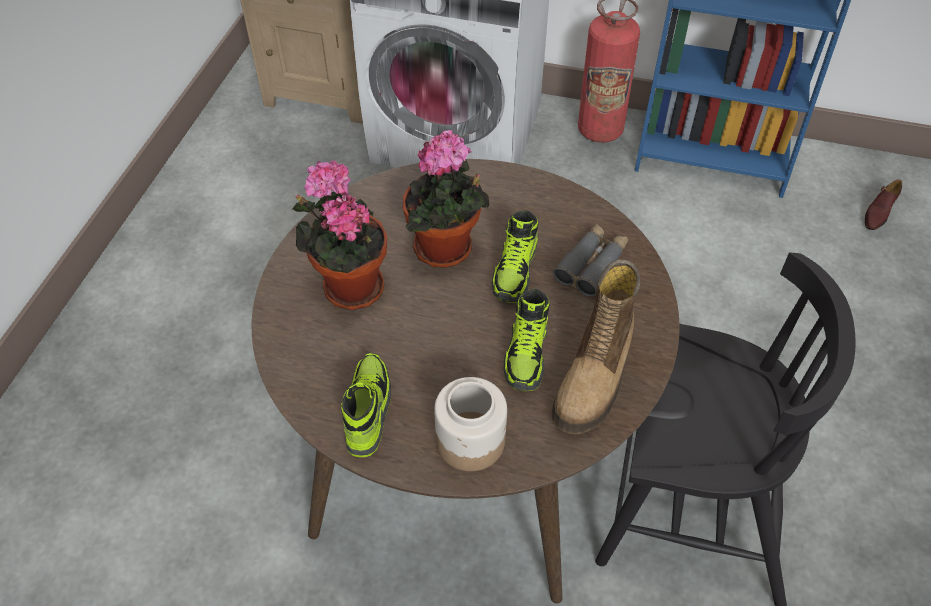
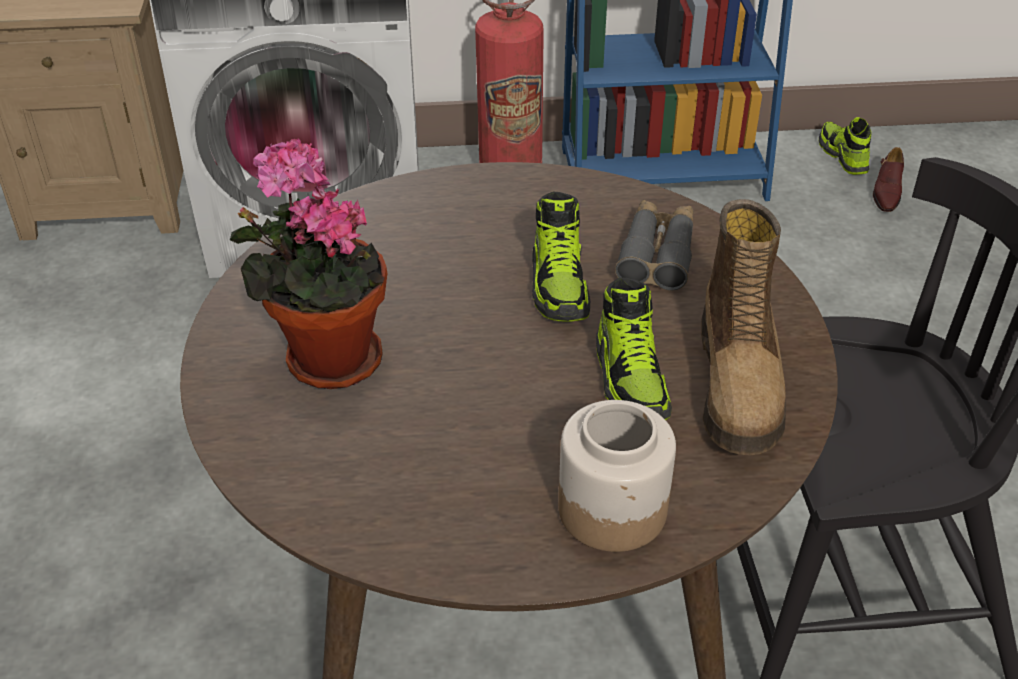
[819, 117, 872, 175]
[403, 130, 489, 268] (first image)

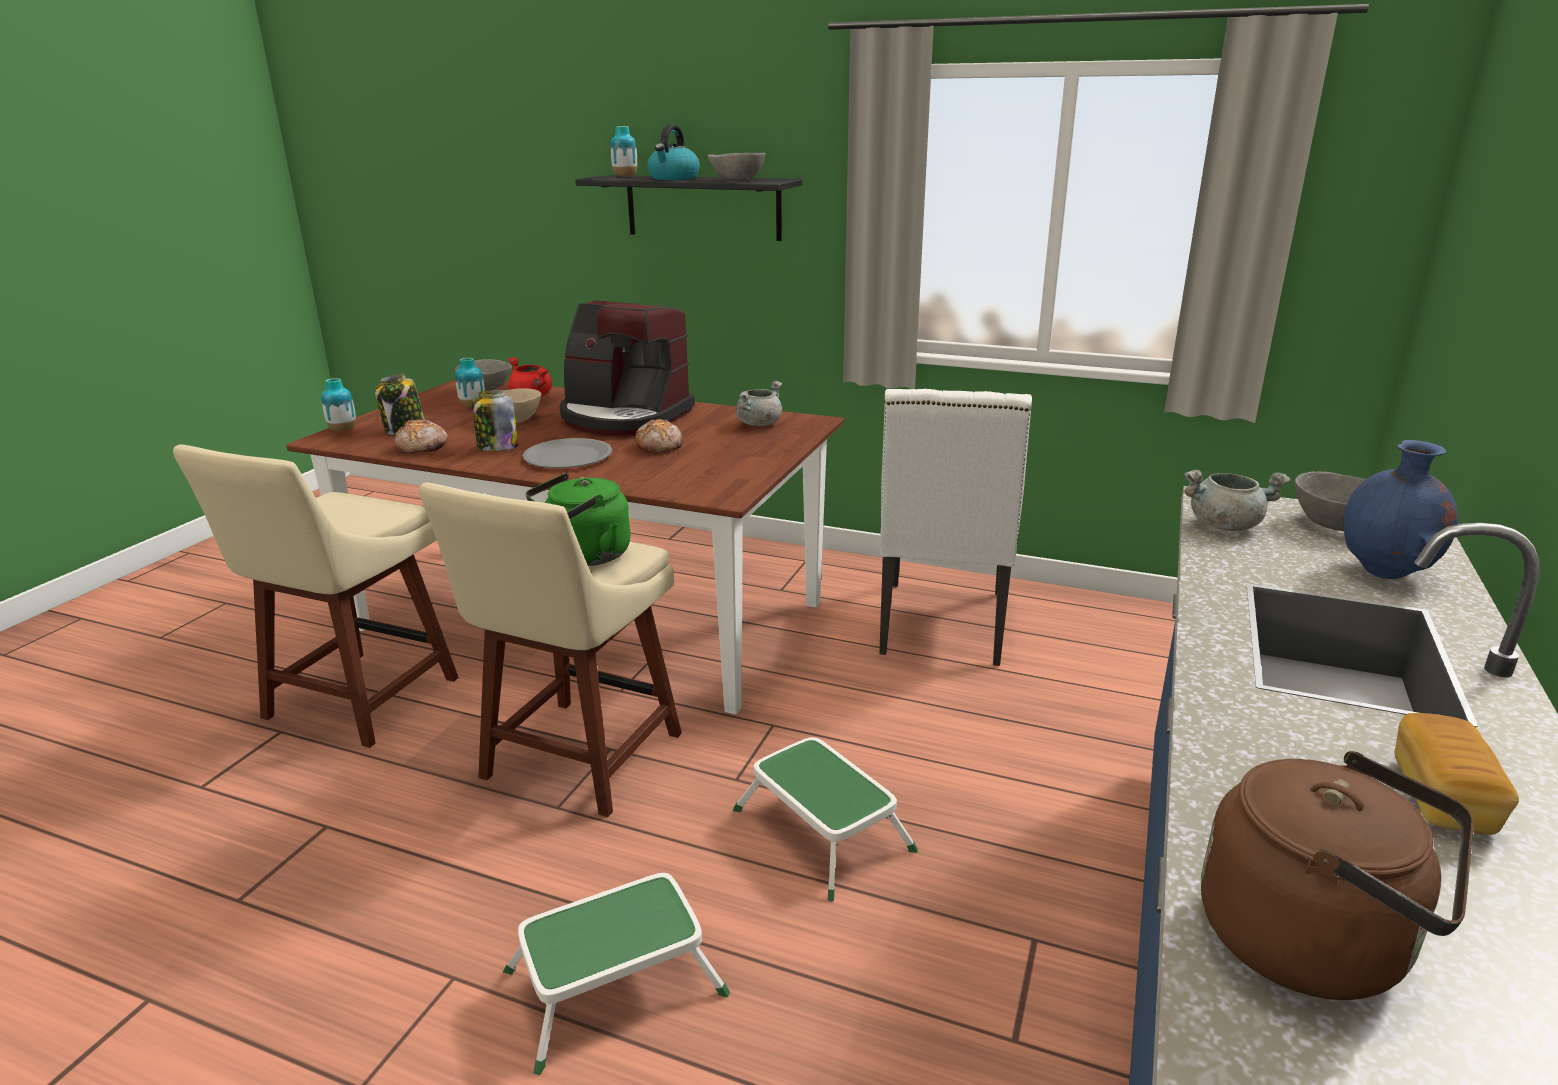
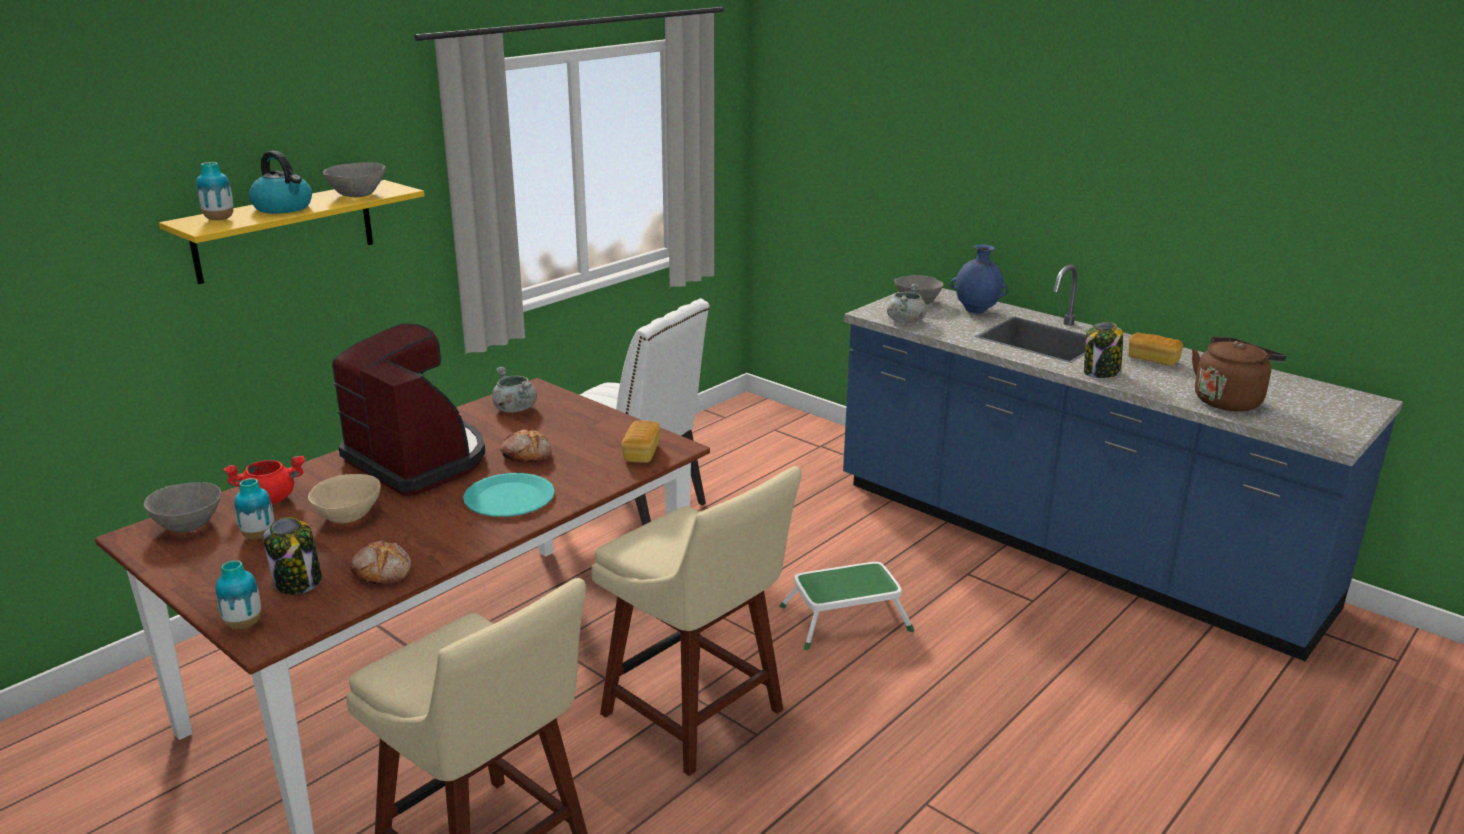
[159, 180, 424, 284]
[332, 323, 485, 496]
[463, 473, 555, 517]
[621, 421, 660, 463]
[1084, 322, 1123, 378]
[503, 873, 730, 1075] (first image)
[526, 473, 631, 566] (first image)

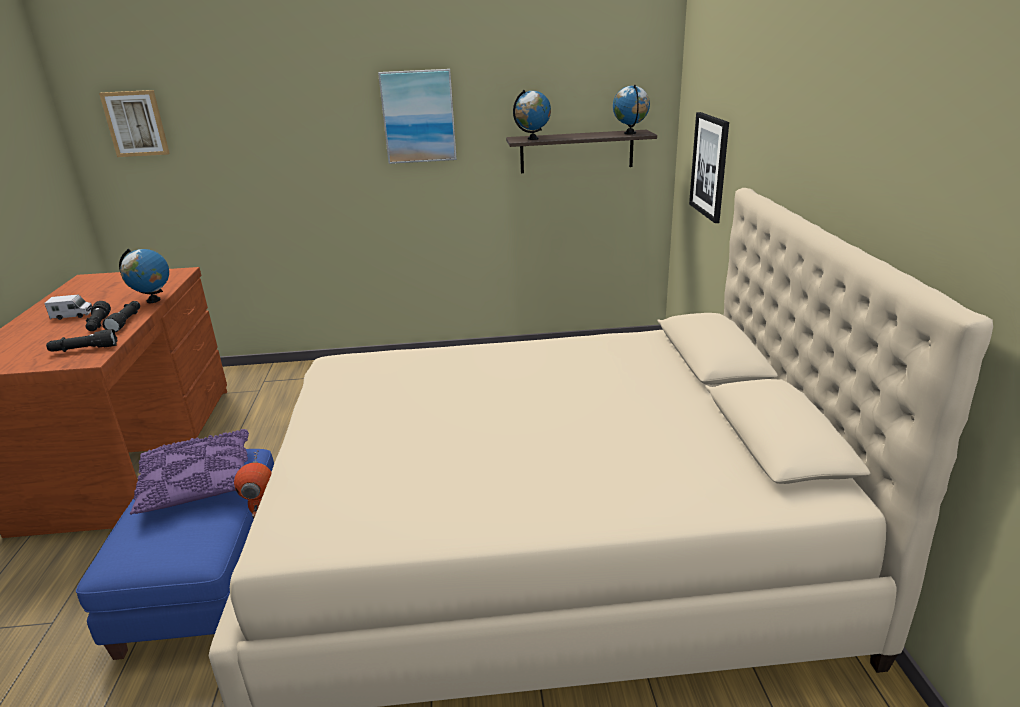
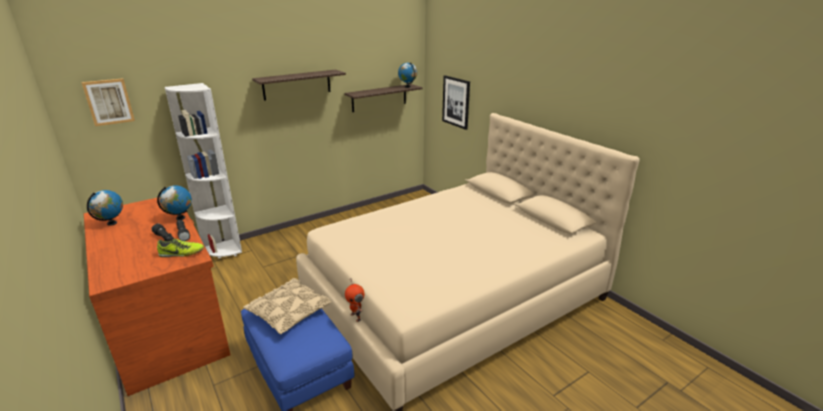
[87, 190, 123, 226]
[157, 239, 204, 257]
[165, 83, 242, 258]
[243, 278, 332, 335]
[252, 70, 346, 101]
[44, 295, 92, 320] (first image)

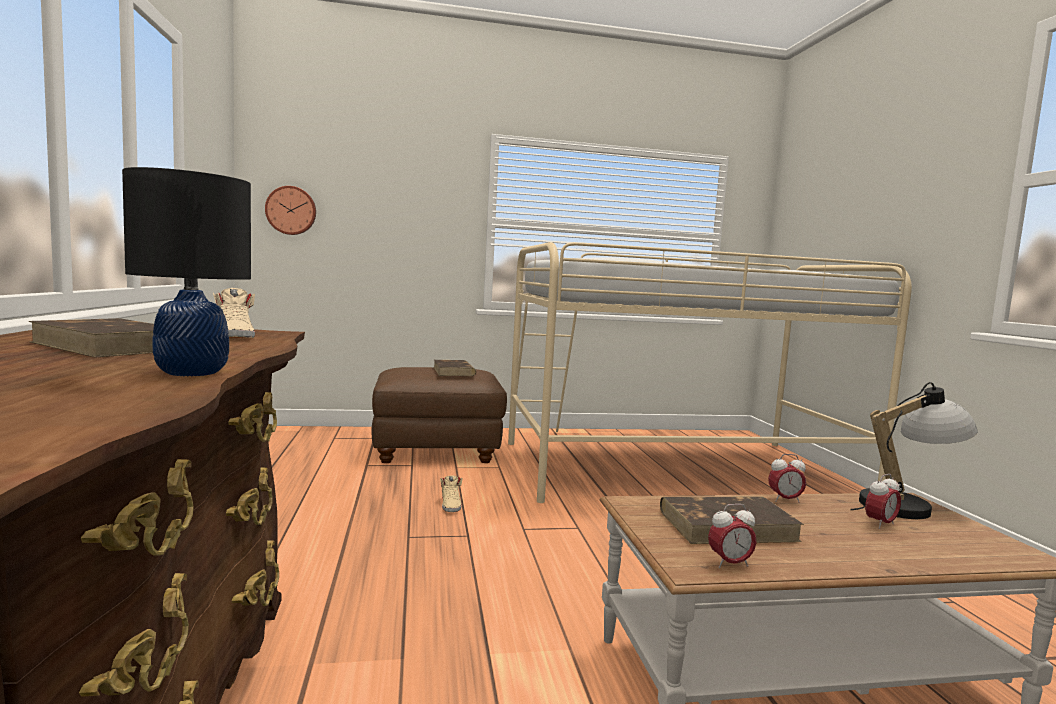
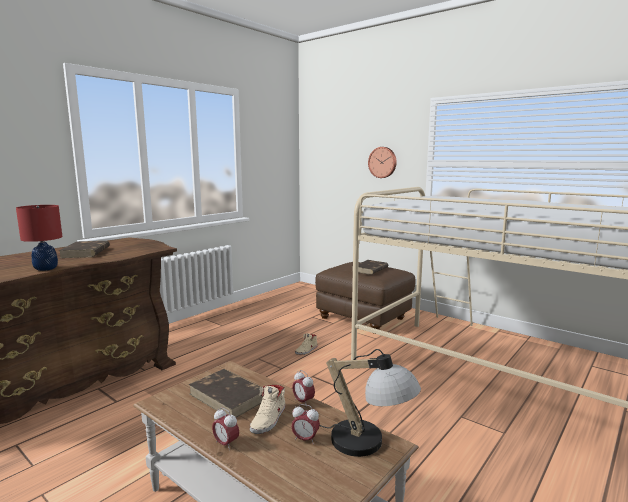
[16, 205, 62, 271]
[212, 407, 239, 451]
[250, 385, 285, 434]
[368, 147, 397, 178]

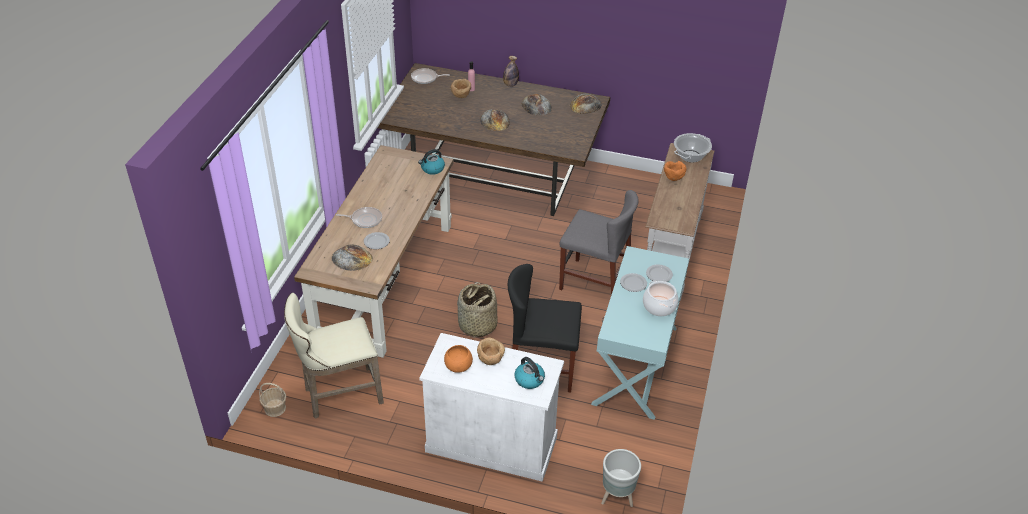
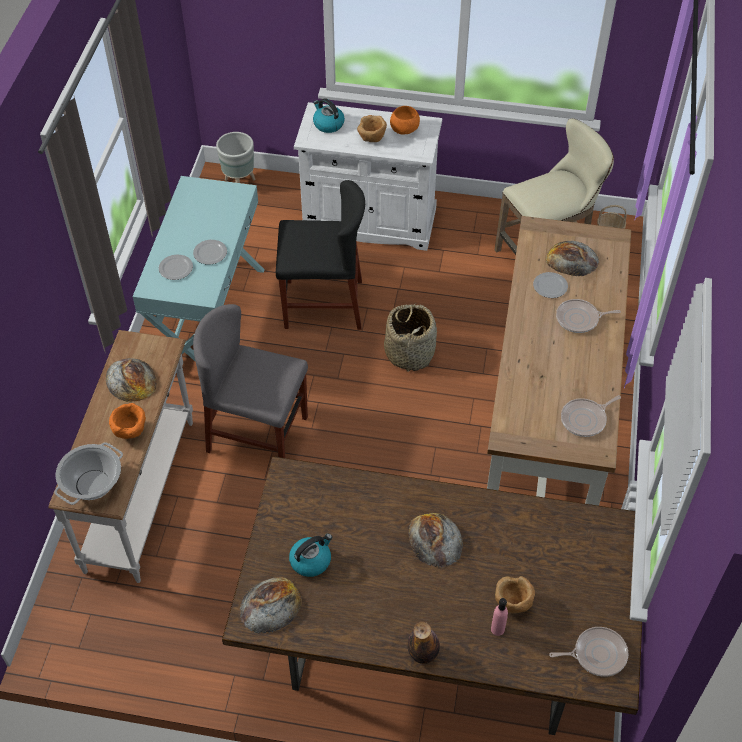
[106, 358, 156, 402]
[289, 534, 332, 577]
[561, 395, 621, 437]
[643, 281, 678, 316] (first image)

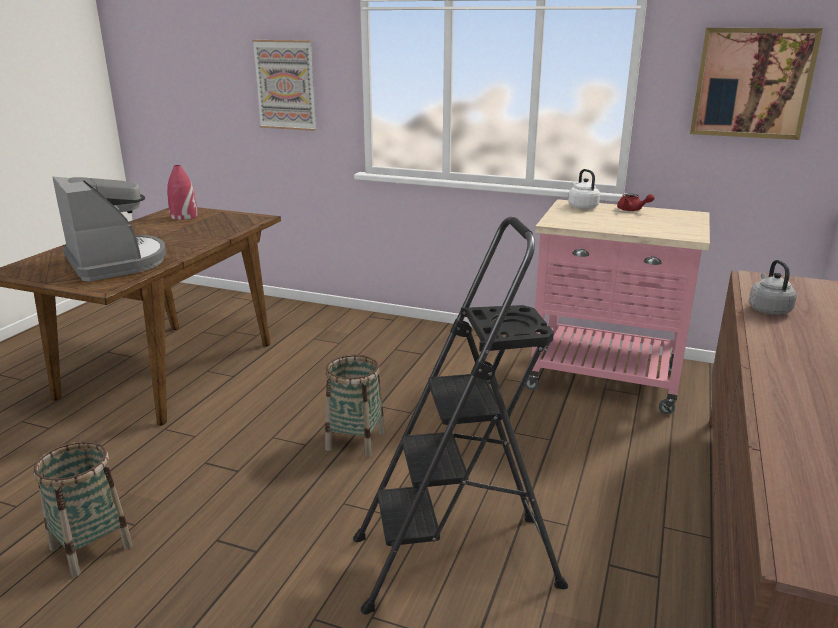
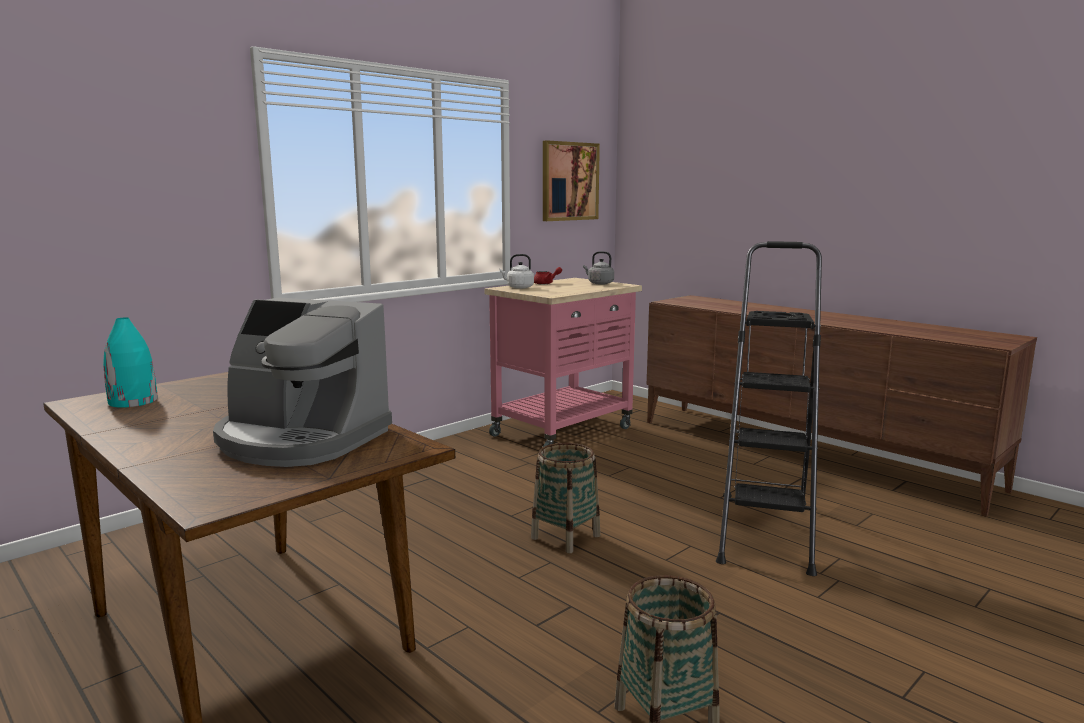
[103, 317, 158, 408]
[213, 297, 392, 467]
[583, 251, 614, 285]
[252, 40, 317, 131] (first image)

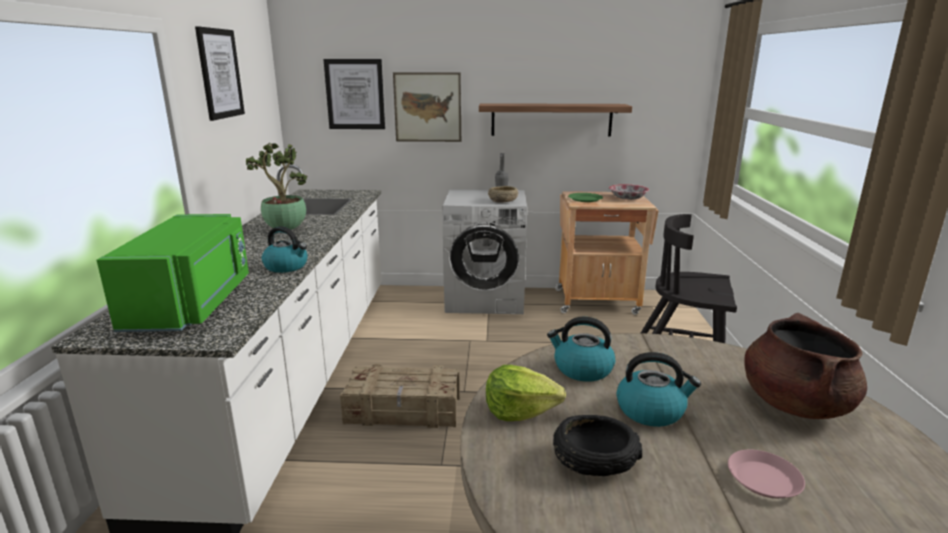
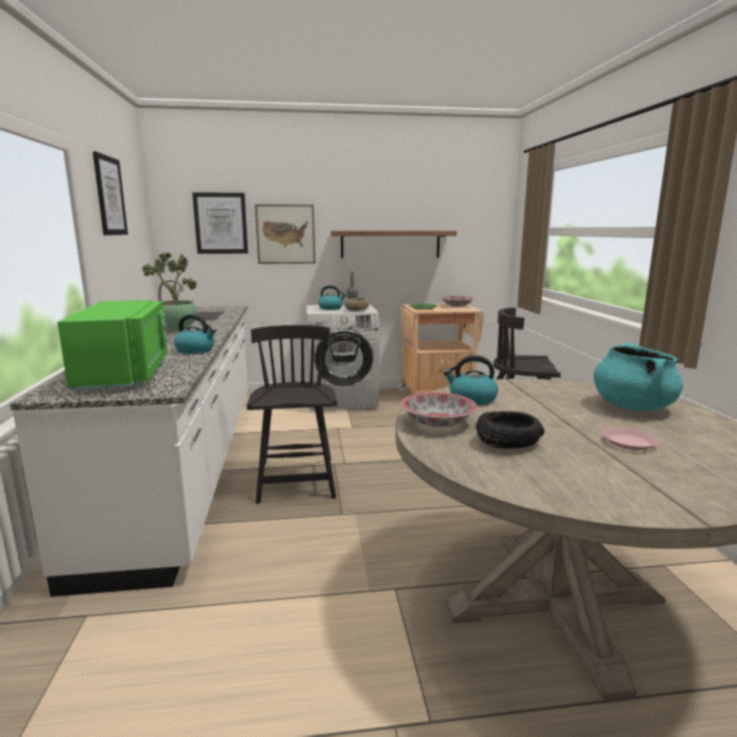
[247, 325, 337, 504]
[318, 285, 346, 310]
[401, 392, 477, 427]
[594, 342, 683, 411]

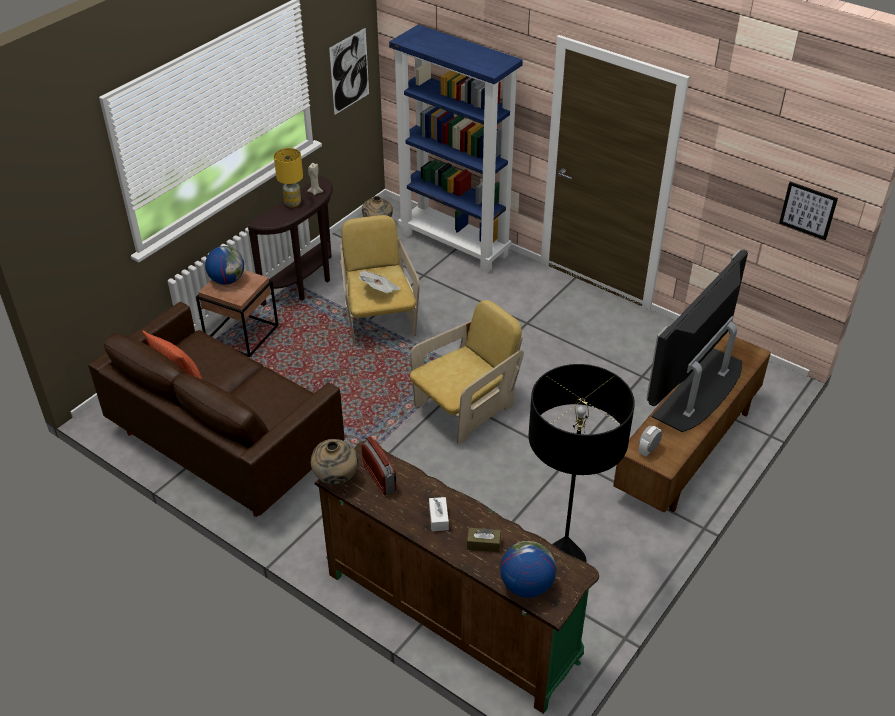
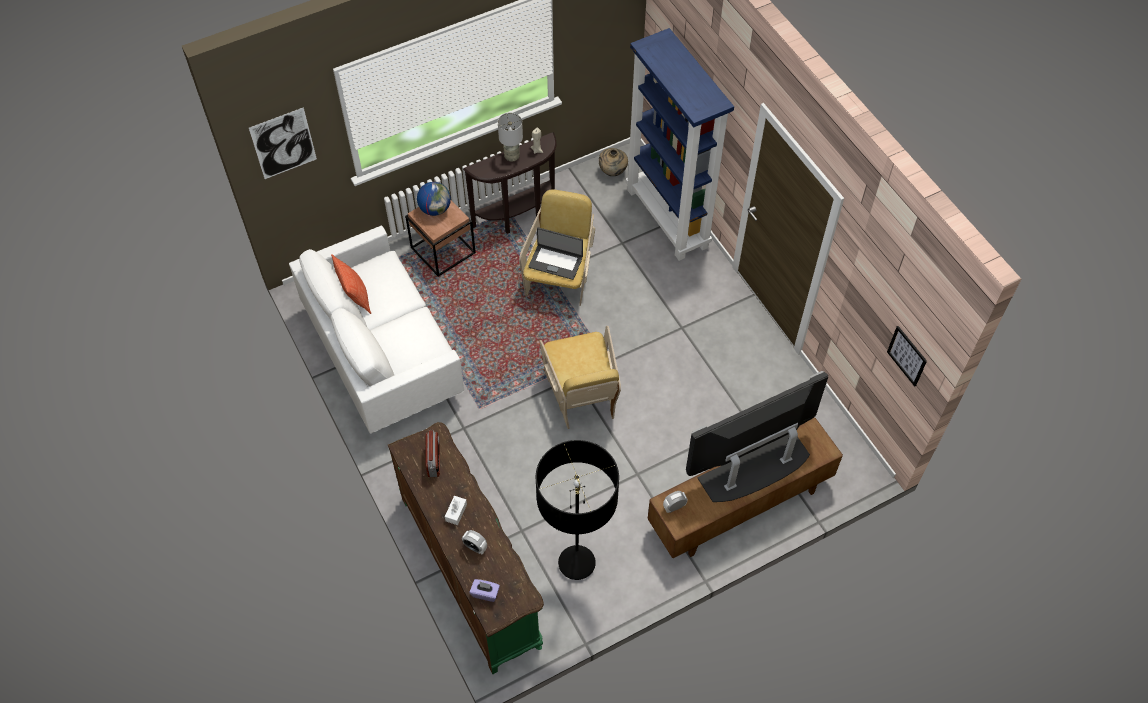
[249, 107, 317, 179]
[289, 225, 464, 434]
[462, 530, 487, 555]
[470, 579, 500, 602]
[498, 113, 523, 162]
[528, 227, 583, 280]
[539, 326, 621, 429]
[311, 439, 359, 485] (first image)

